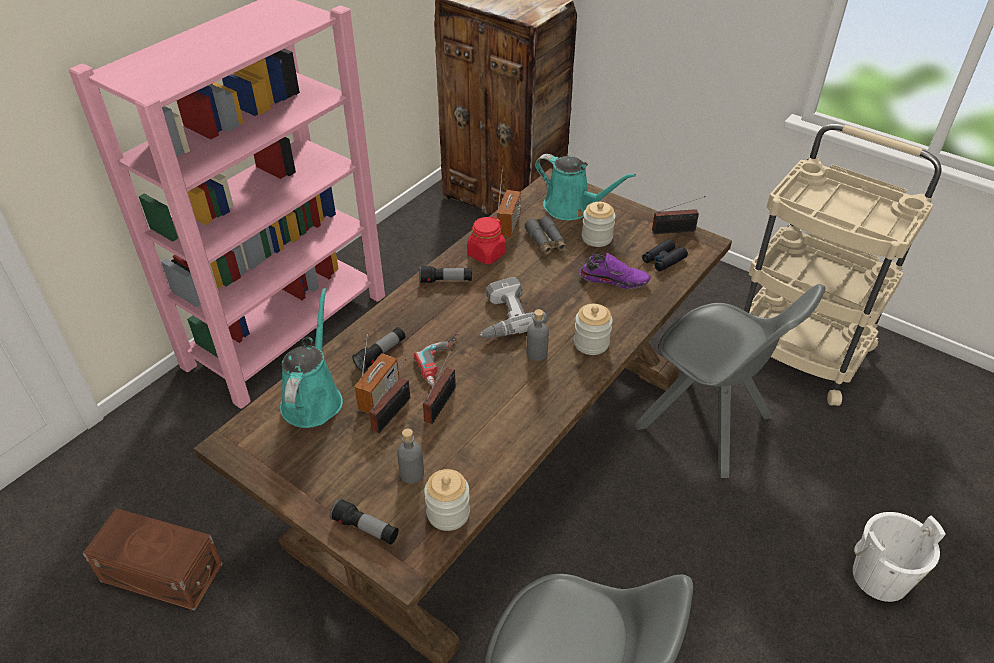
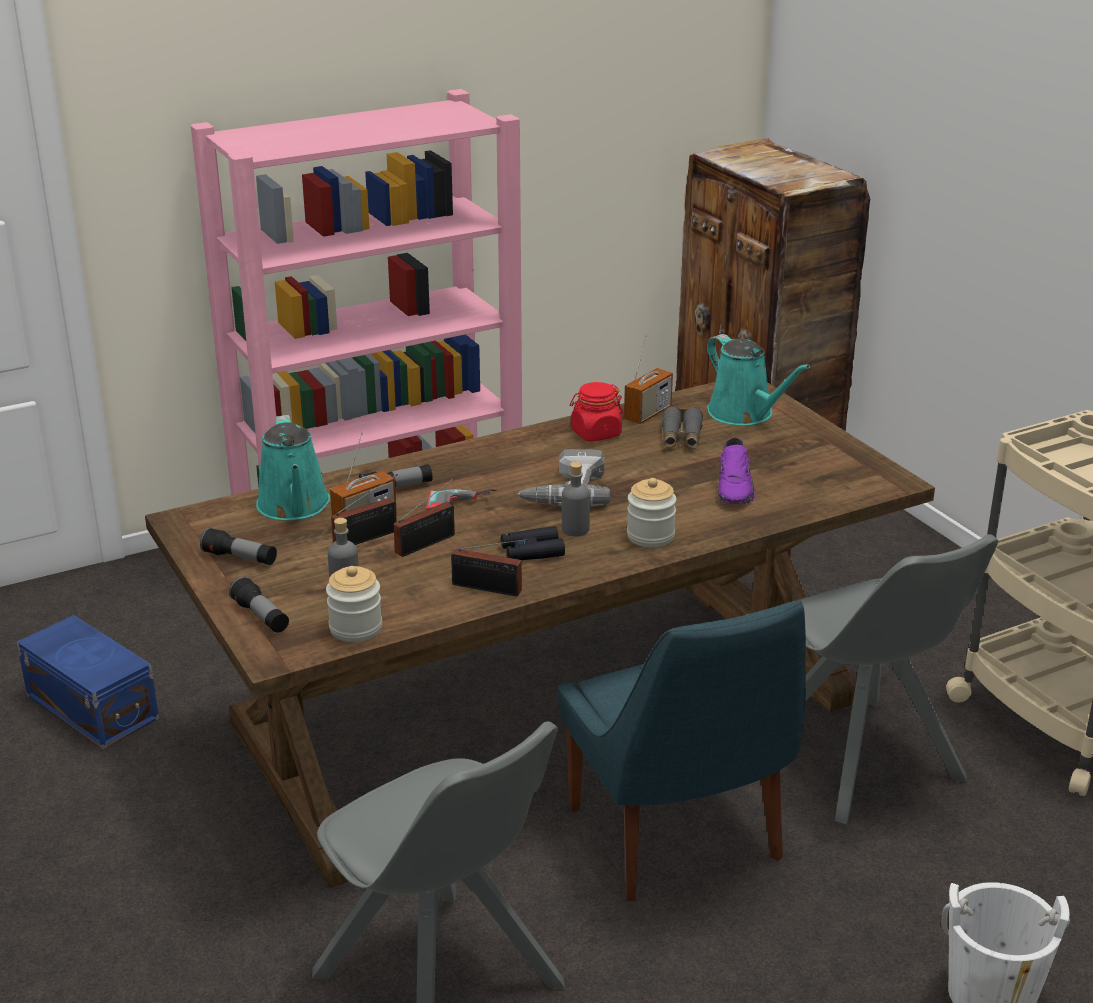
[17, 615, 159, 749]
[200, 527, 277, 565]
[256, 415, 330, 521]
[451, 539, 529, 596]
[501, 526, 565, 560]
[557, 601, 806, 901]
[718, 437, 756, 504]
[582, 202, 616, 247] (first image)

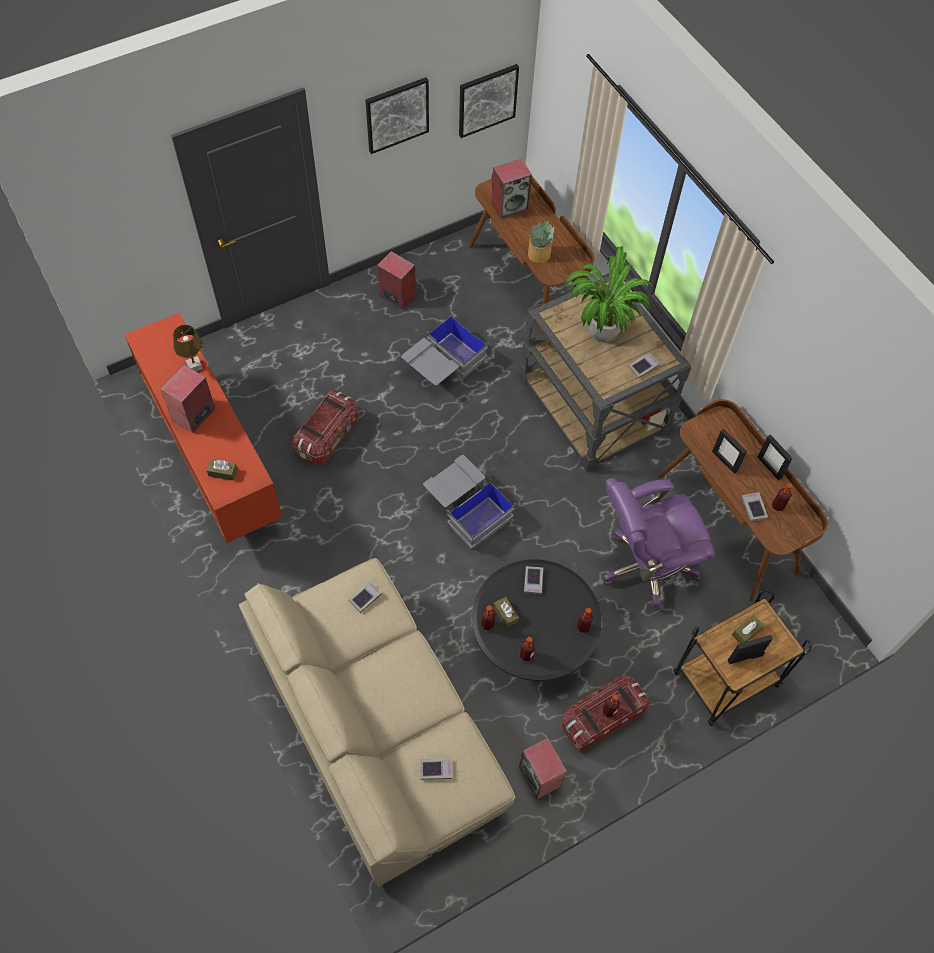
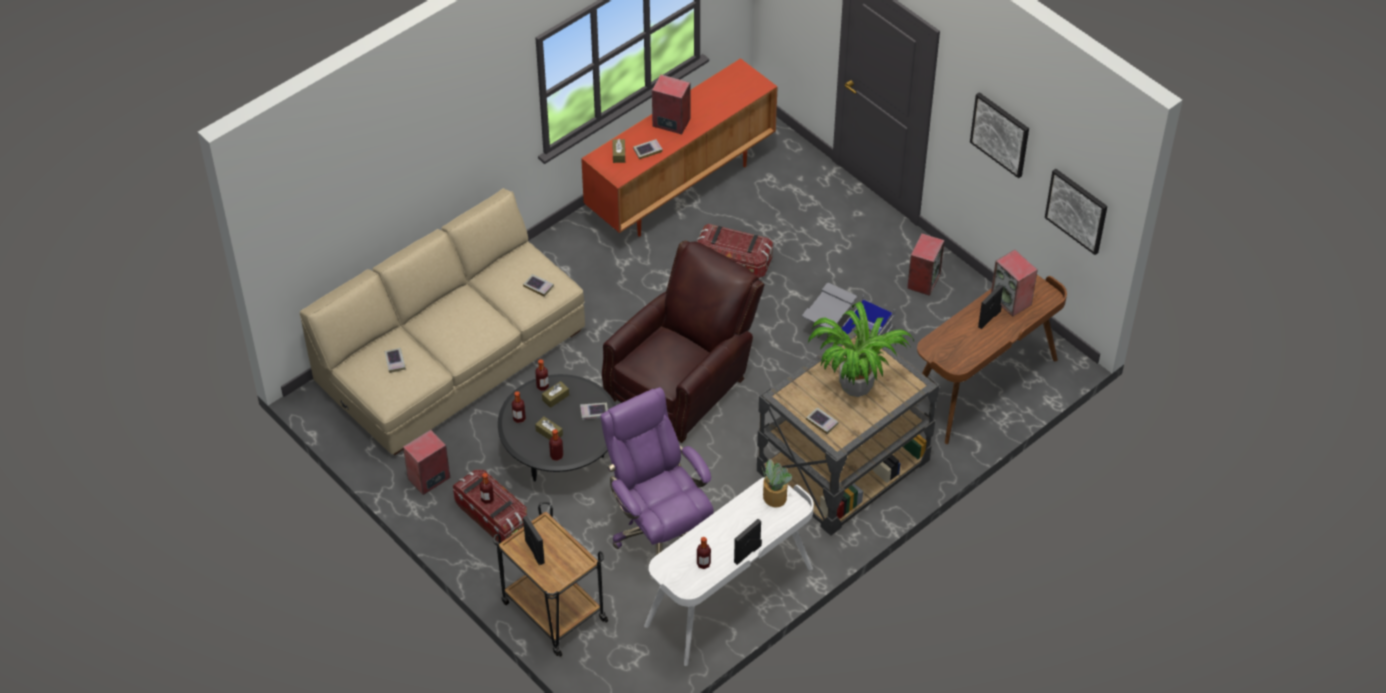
[535, 416, 563, 440]
[602, 240, 765, 443]
[633, 139, 662, 159]
[644, 477, 814, 666]
[761, 459, 792, 507]
[978, 284, 1003, 329]
[173, 325, 203, 371] (first image)

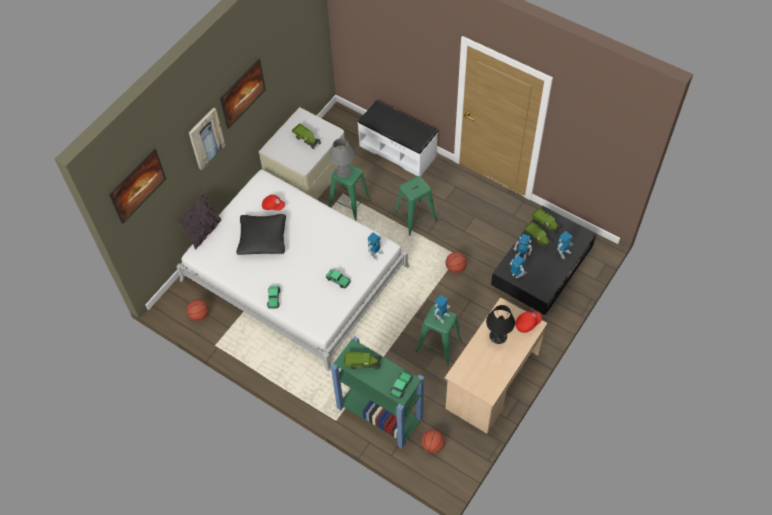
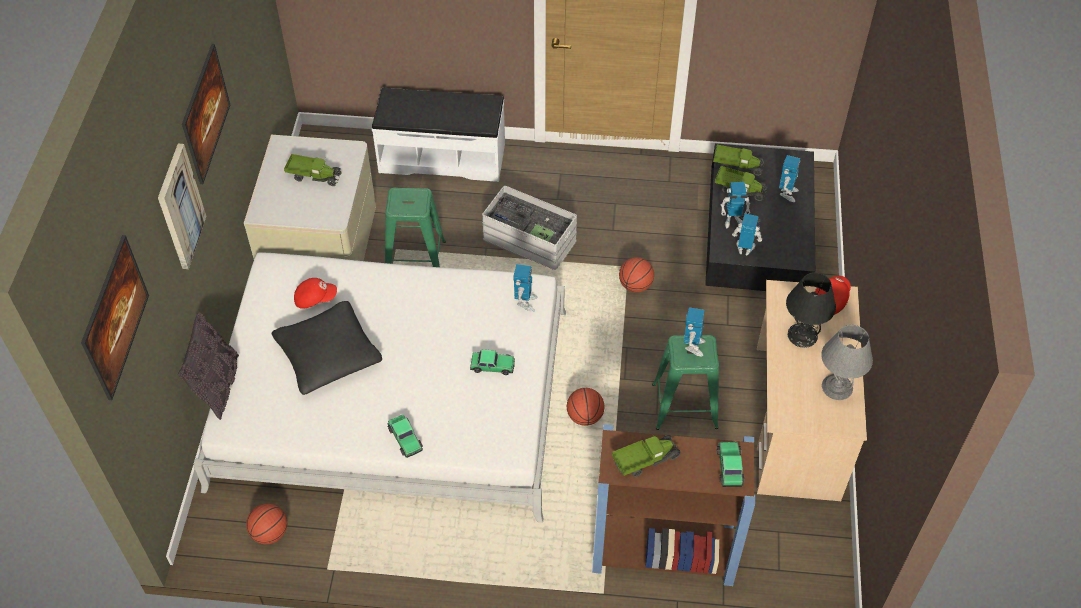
[482, 186, 577, 270]
[567, 388, 605, 426]
[592, 424, 755, 586]
[821, 325, 873, 400]

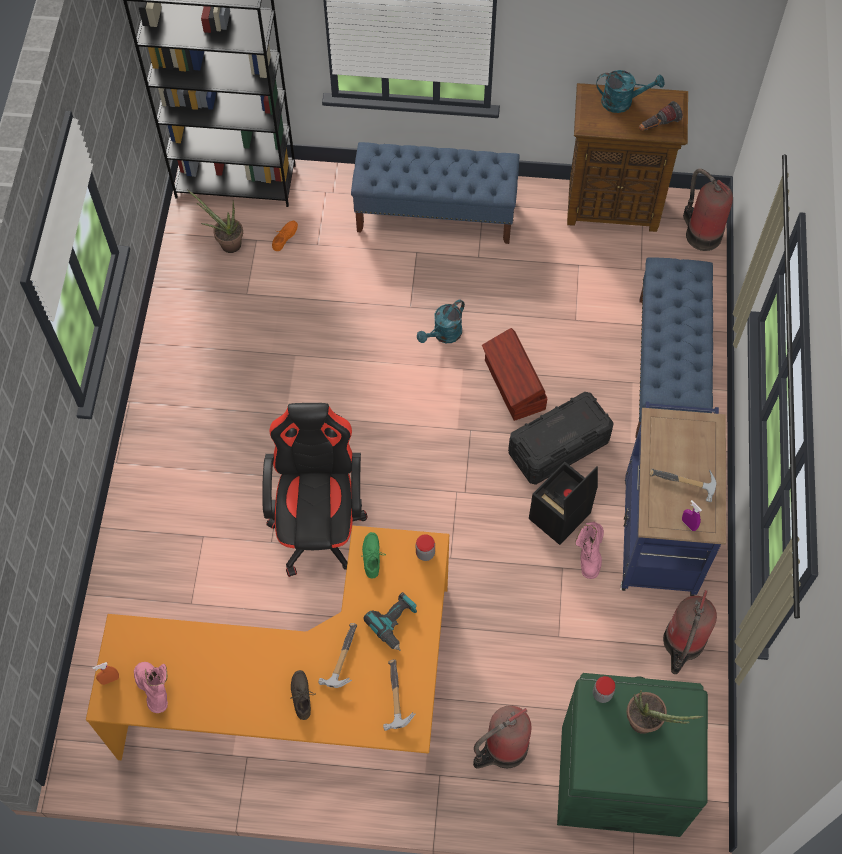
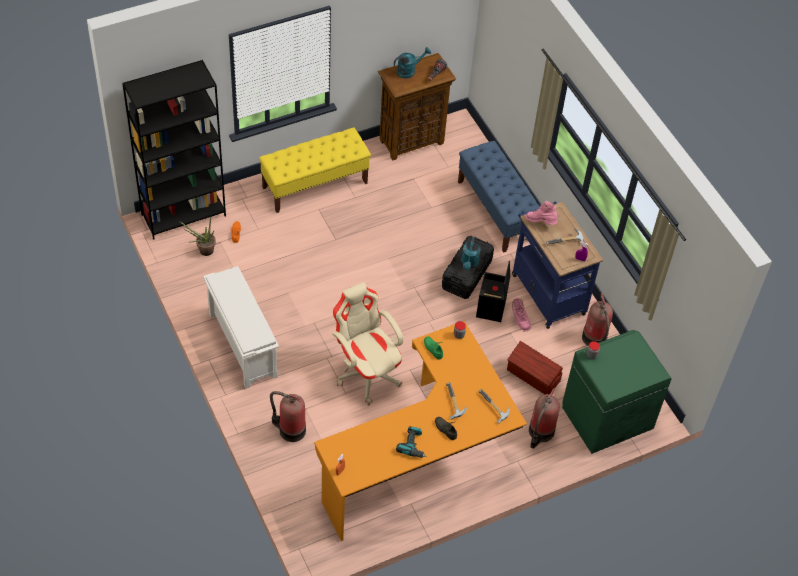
[203, 266, 279, 389]
[259, 127, 371, 213]
[270, 391, 306, 442]
[332, 282, 403, 406]
[396, 426, 426, 458]
[461, 237, 481, 270]
[507, 341, 563, 394]
[525, 201, 558, 225]
[627, 690, 703, 734] (first image)

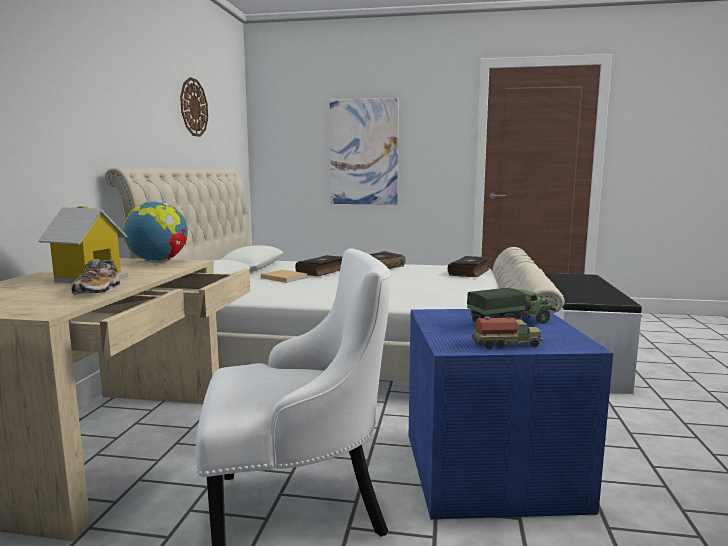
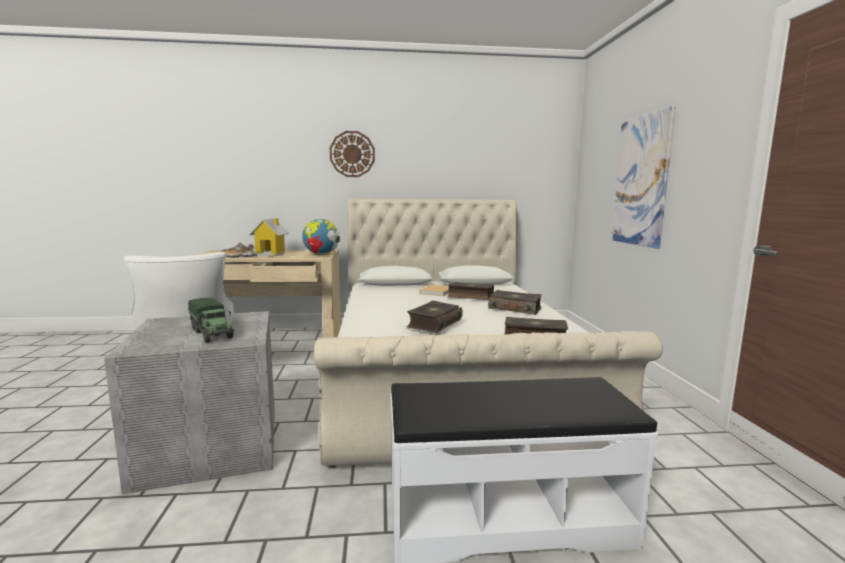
[104, 311, 275, 494]
[330, 131, 375, 177]
[407, 301, 463, 333]
[472, 317, 543, 349] (first image)

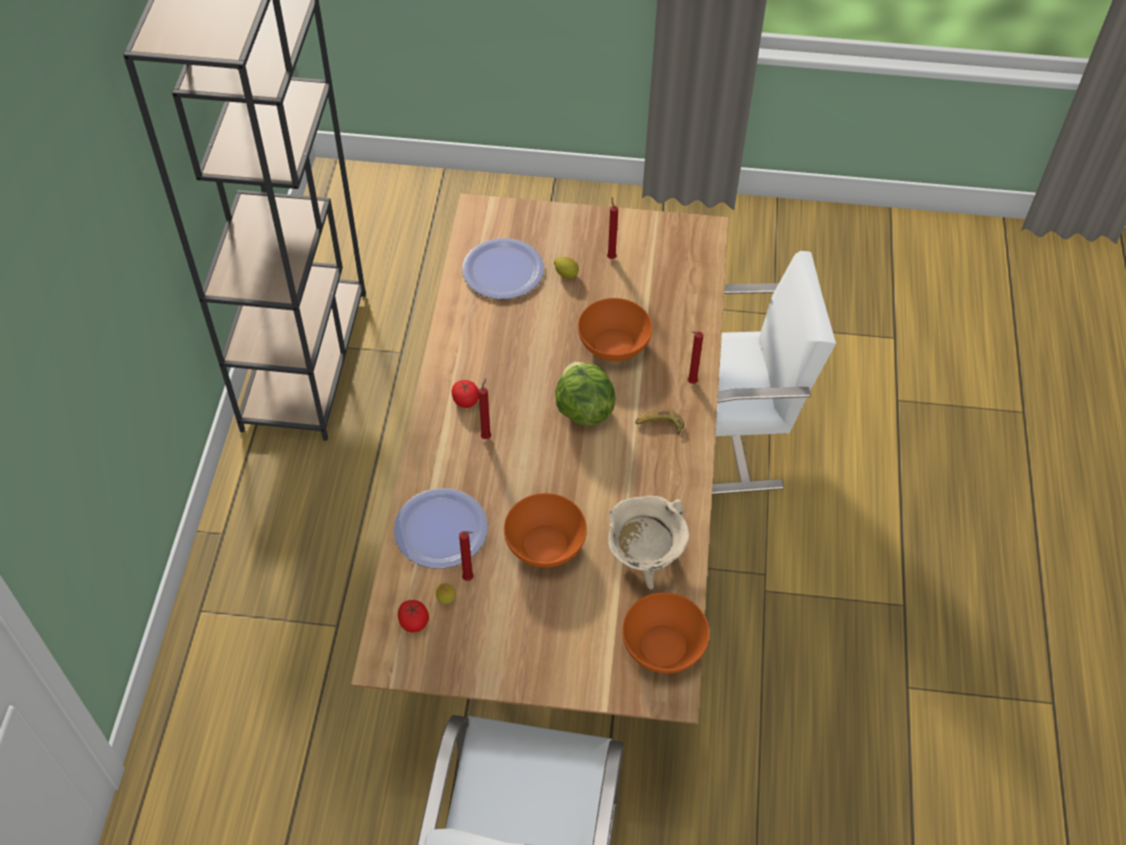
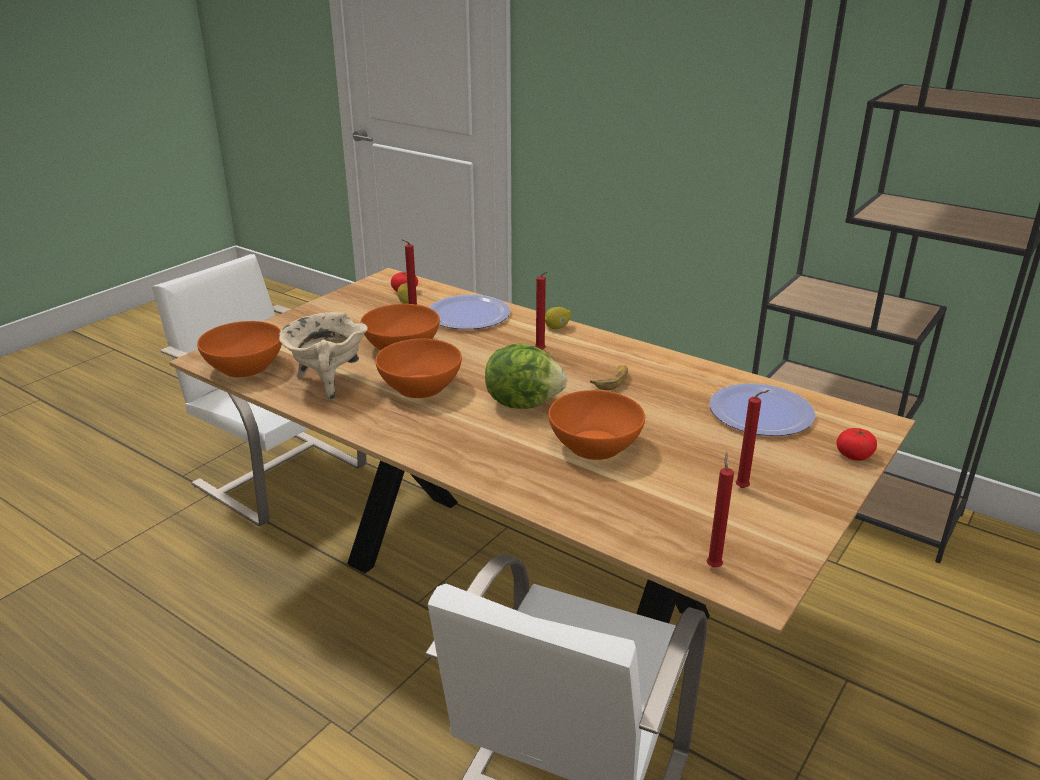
[375, 339, 462, 398]
[545, 307, 572, 329]
[590, 365, 628, 390]
[707, 452, 734, 568]
[837, 428, 877, 461]

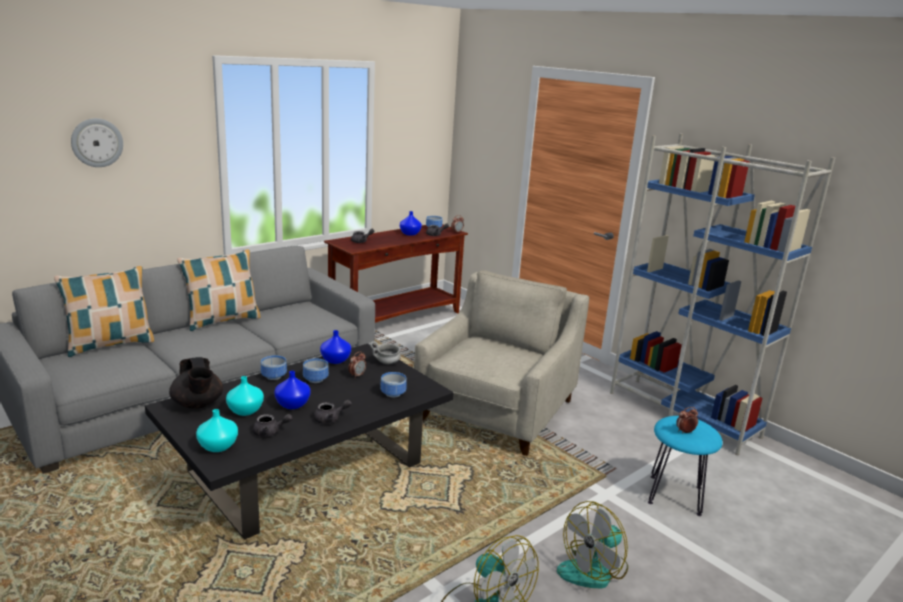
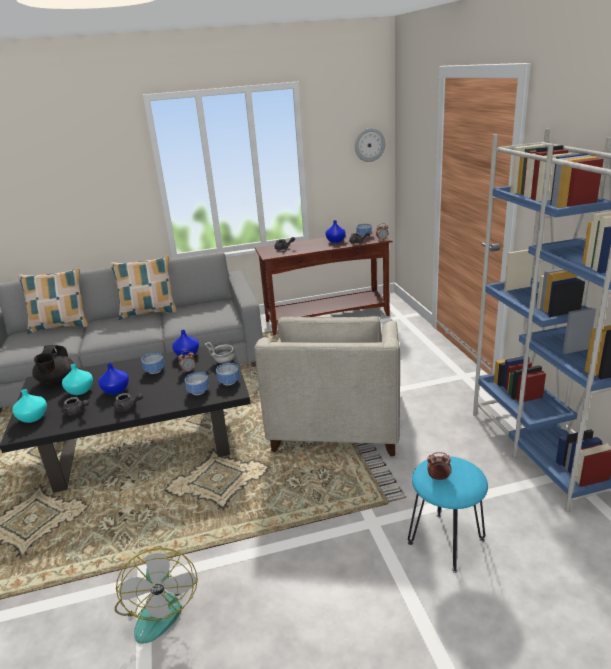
[216, 363, 240, 385]
[254, 316, 400, 456]
[355, 128, 385, 162]
[557, 501, 628, 588] (first image)

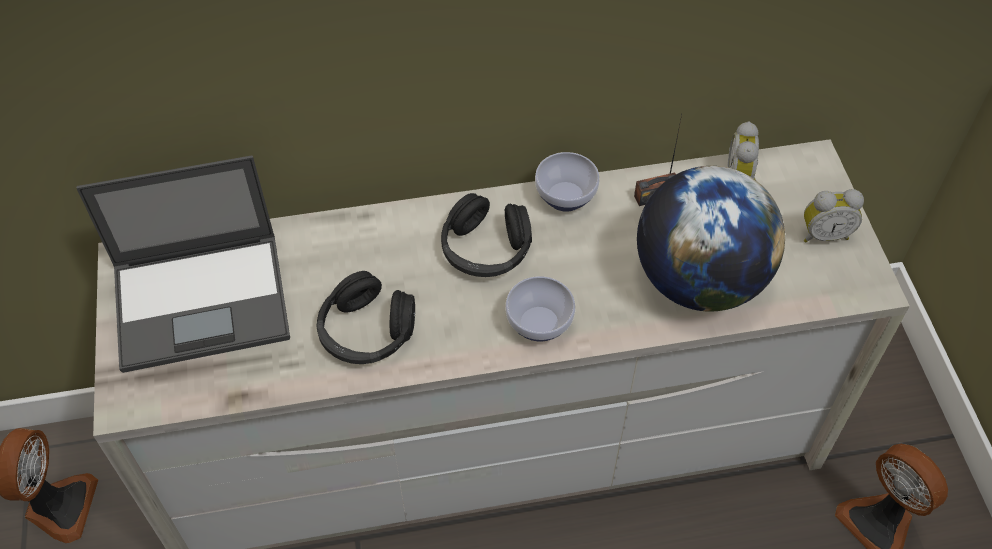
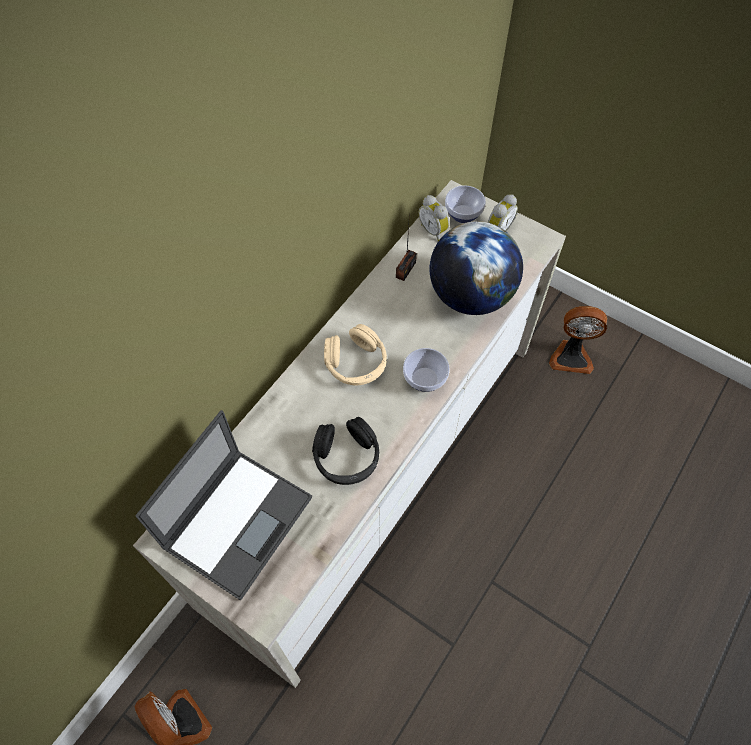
[324, 324, 387, 386]
[445, 186, 486, 223]

